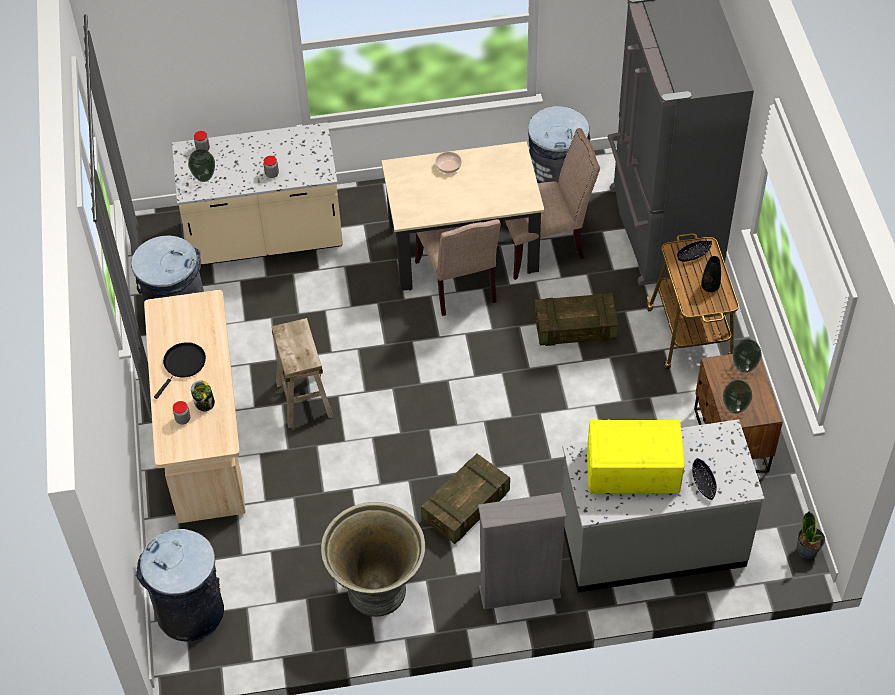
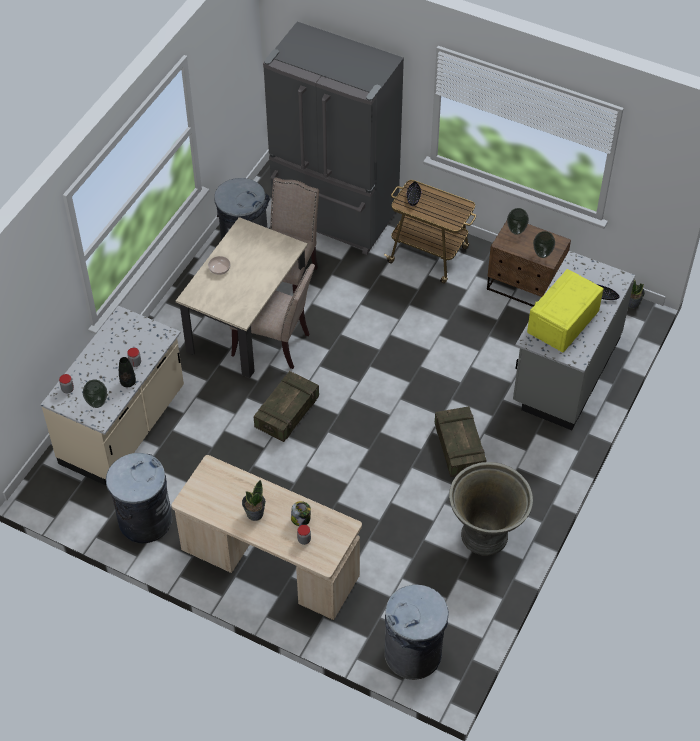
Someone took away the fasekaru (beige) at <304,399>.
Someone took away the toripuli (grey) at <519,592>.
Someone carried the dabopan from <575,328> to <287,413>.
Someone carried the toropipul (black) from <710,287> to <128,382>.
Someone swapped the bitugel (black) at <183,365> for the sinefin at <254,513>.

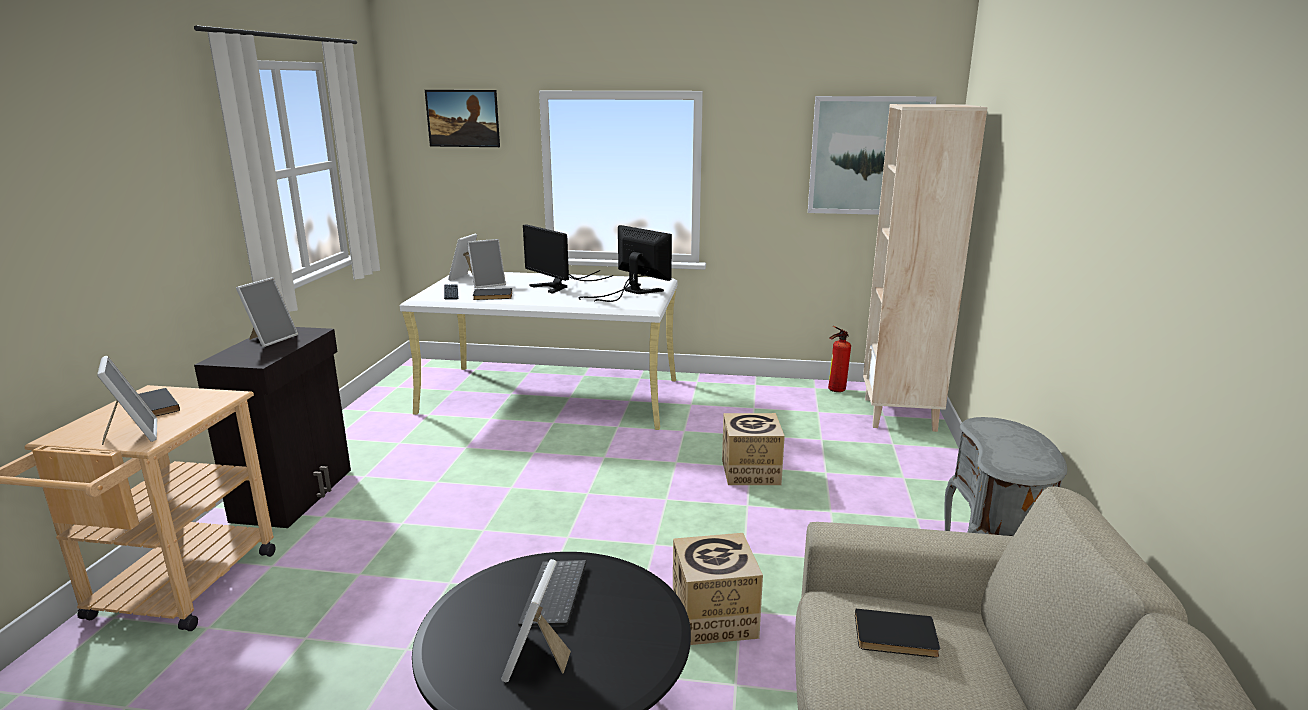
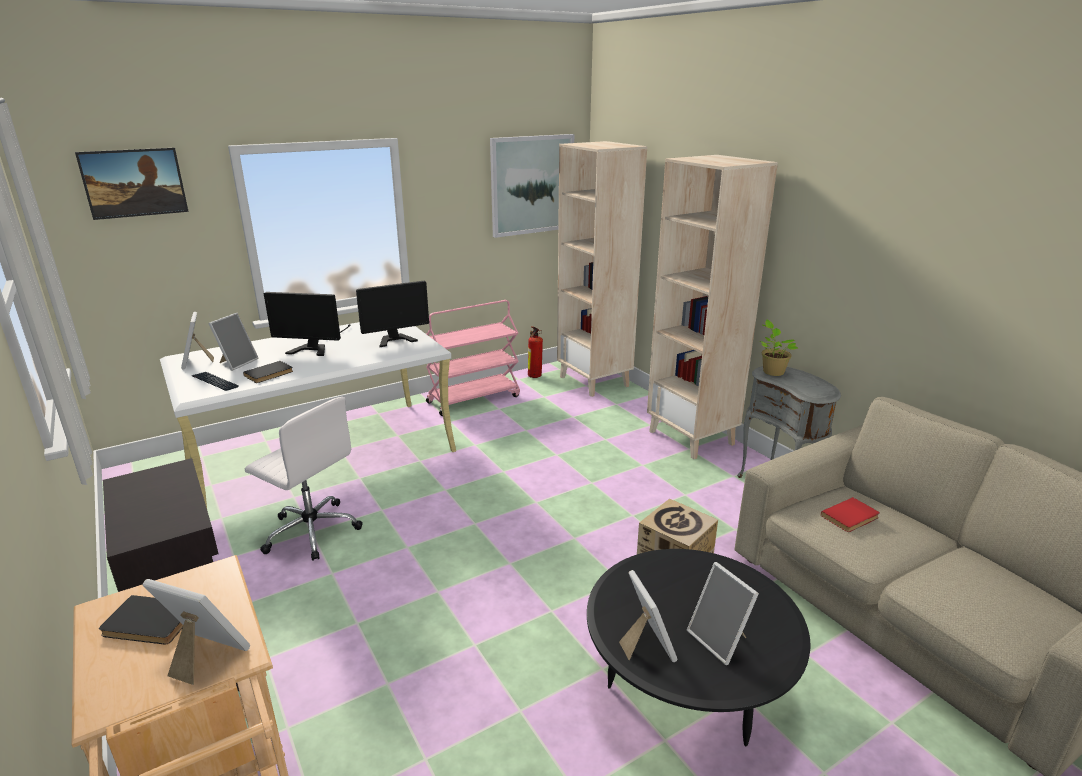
Someone took away the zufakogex at <556,595>.
Someone took away the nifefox at <750,472>.
Someone put down the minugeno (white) at <311,531>.
Someone put down the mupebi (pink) at <474,399>.
Someone put down the toripuli (beige) at <692,438>.
Someone put down the sinefin at <772,371>.
Someone carried the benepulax from <271,339> to <646,645>.
Someone repainted the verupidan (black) at <896,638>, which became the verupidan (red) at <851,517>.
Someone rotated the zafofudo at <632,292> by 150 degrees clockwise.

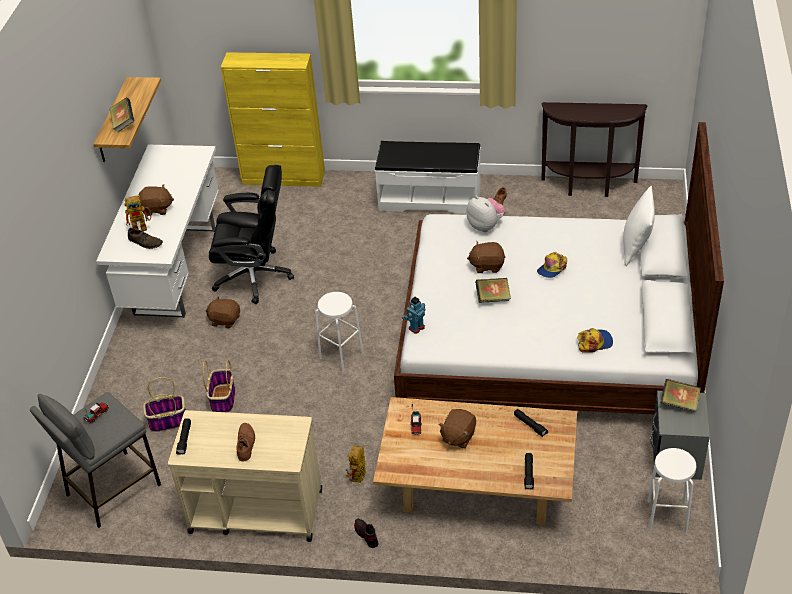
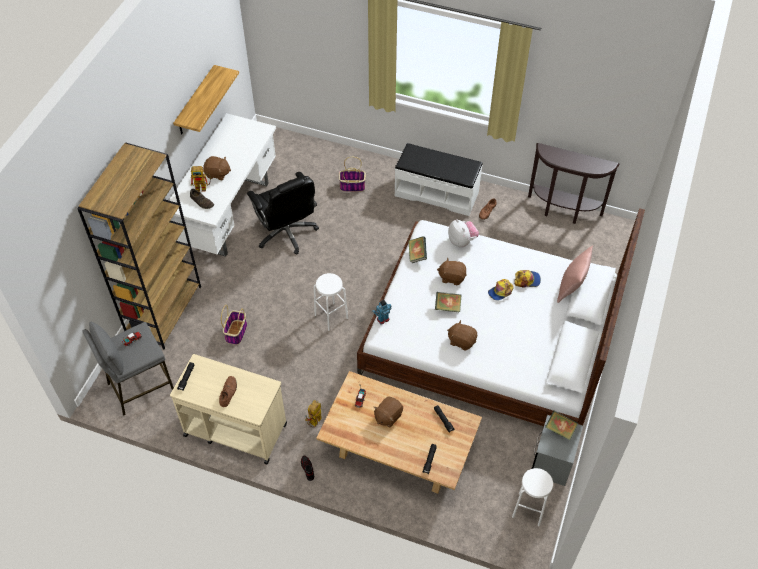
Someone took away the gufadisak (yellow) at <284,178>.
Someone put down the toripuli (brown) at <164,311>.
Someone carried the verupidan from <124,123> to <417,254>.
Someone carried the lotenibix from <167,421> to <352,186>.
Someone carried the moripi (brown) from <225,320> to <461,341>.
Someone carried the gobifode from <594,342> to <527,280>.
Someone repainted the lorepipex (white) at <636,247>, which became the lorepipex (pink) at <571,288>.
Someone rotated the minugeno (black) at <255,276> by 45 degrees clockwise.

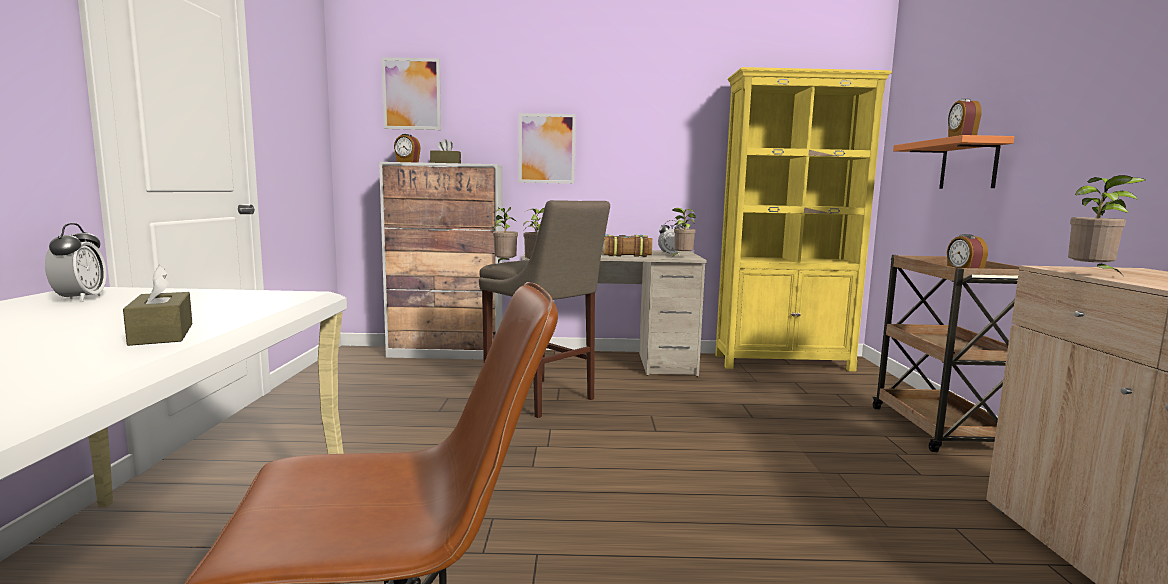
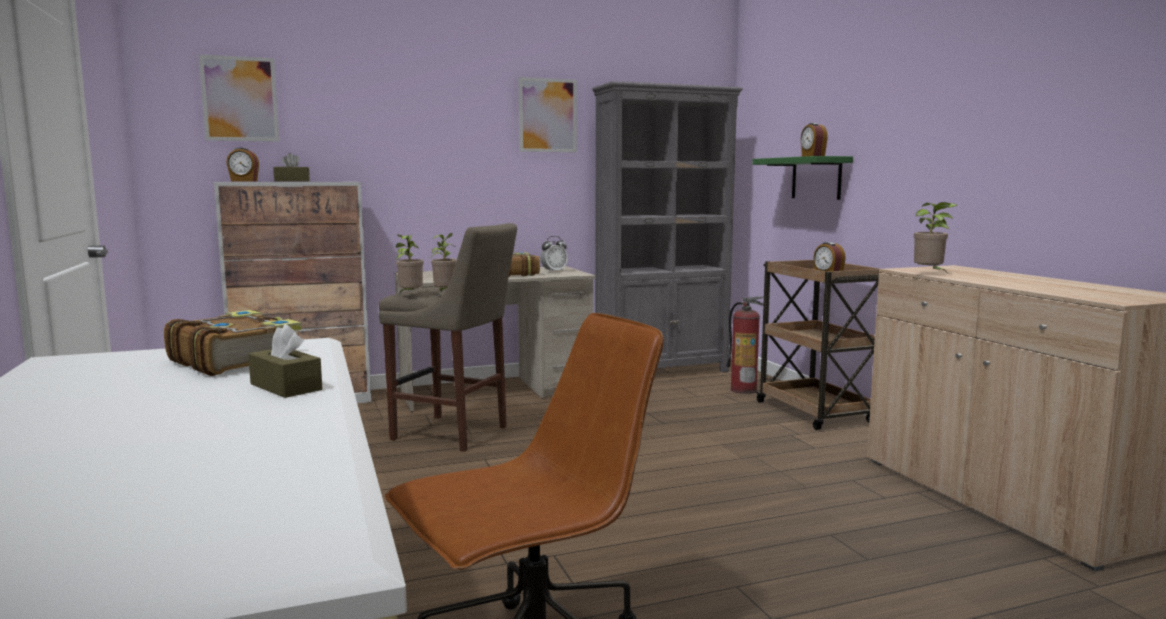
Someone took away the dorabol at <80,299>.
Someone took away the sinefin at <681,257>.
Someone put down the verupidan at <236,360>.
Someone put down the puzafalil at <744,390>.
Someone carried the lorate from <547,148> to <547,115>.
Someone repainted the toripuli (yellow) at <784,363>, which became the toripuli (grey) at <662,371>.
Someone repainted the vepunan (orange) at <968,165>, which became the vepunan (green) at <816,178>.

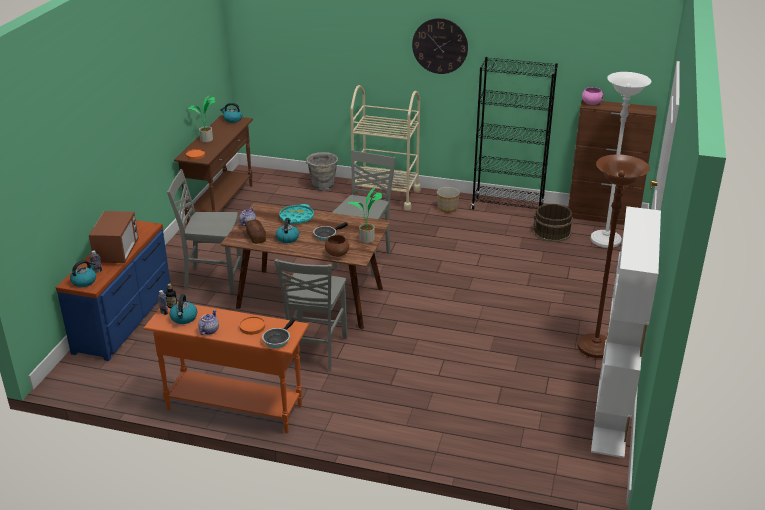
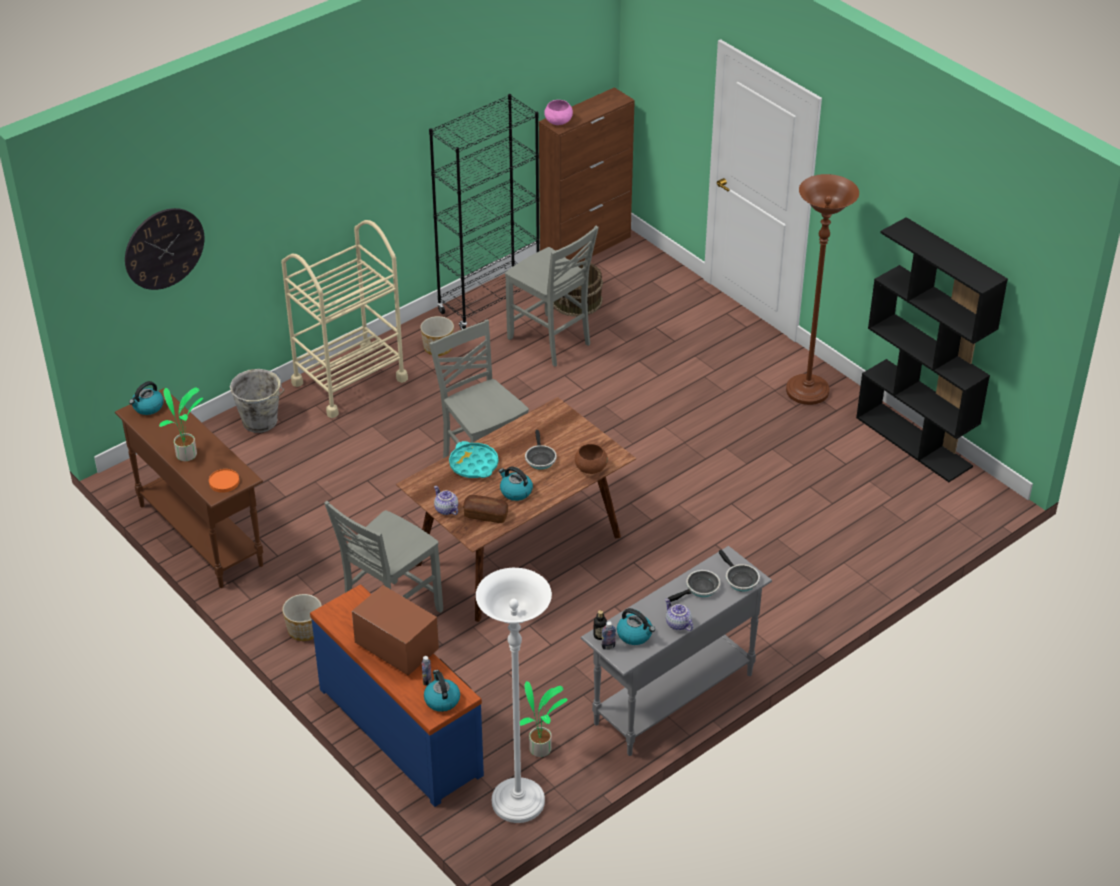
Someone put down the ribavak at <305,630>.
Someone carried the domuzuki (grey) from <315,352> to <550,342>.
Someone carried the sinefin from <367,240> to <542,750>.
Someone carried the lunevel from <440,46> to <164,248>.
Someone carried the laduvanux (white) from <605,240> to <518,803>.
Someone swapped the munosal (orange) at <252,327> for the bitugel at <700,589>.
Someone repainted the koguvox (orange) at <234,407>, which became the koguvox (grey) at <672,699>.
Someone repainted the toripuli (white) at <611,417>, which became the toripuli (black) at <914,442>.

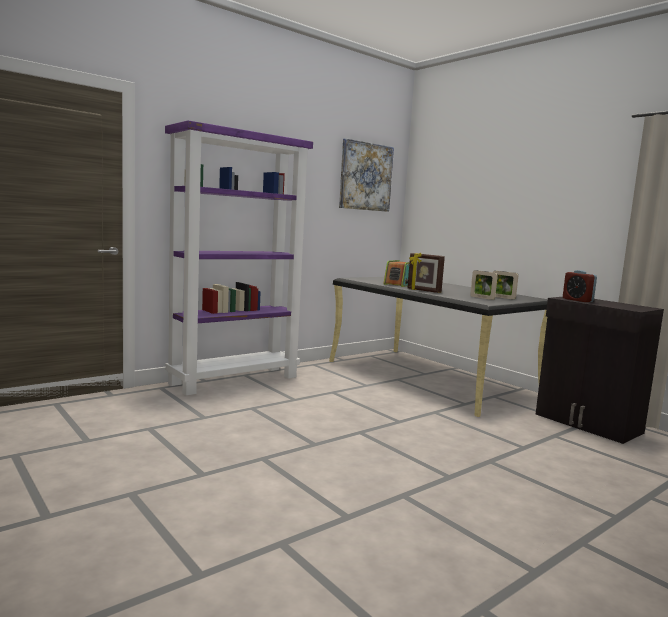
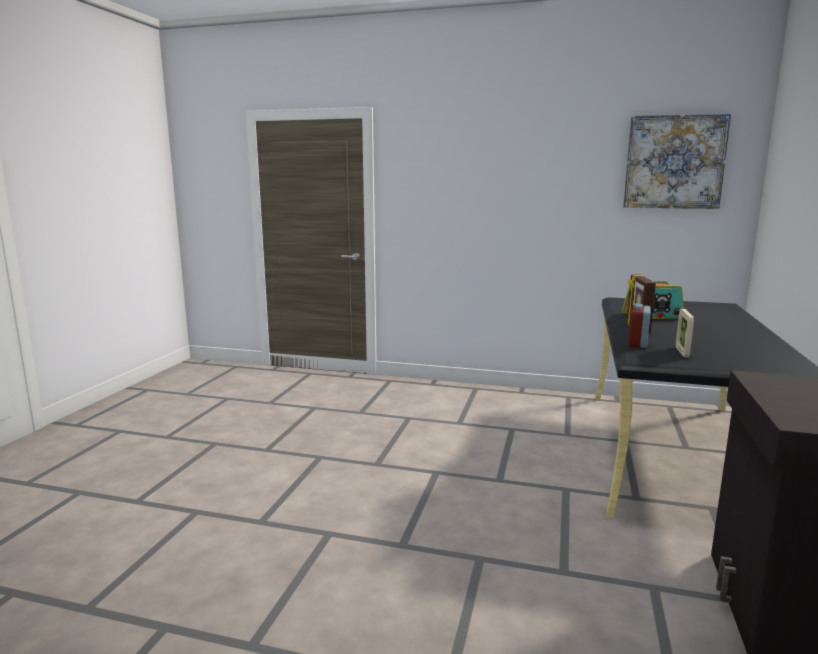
Someone took away the toripuli (purple) at <235,380>.
Someone took away the benepulax at <502,297>.
Someone carried the dorabol from <577,300> to <637,343>.

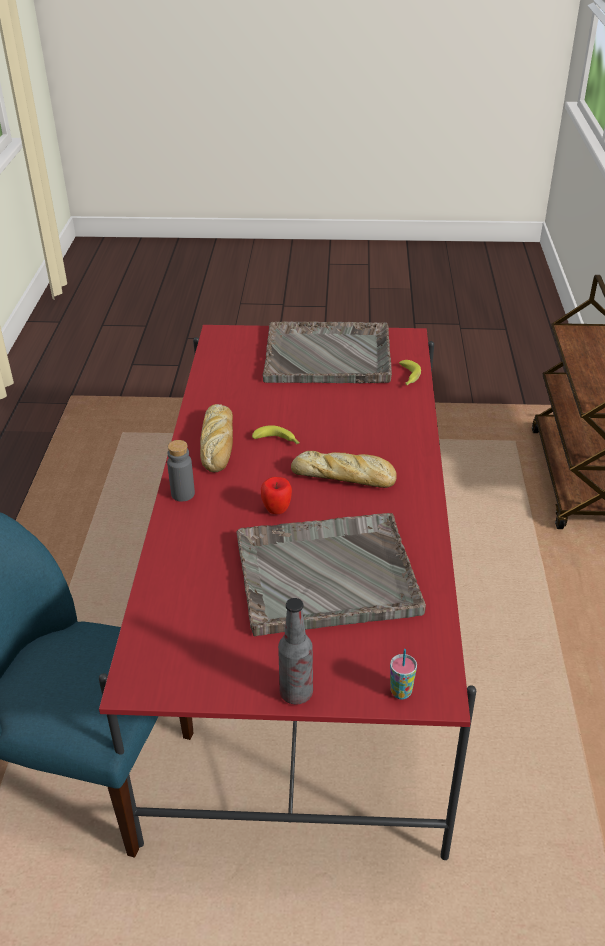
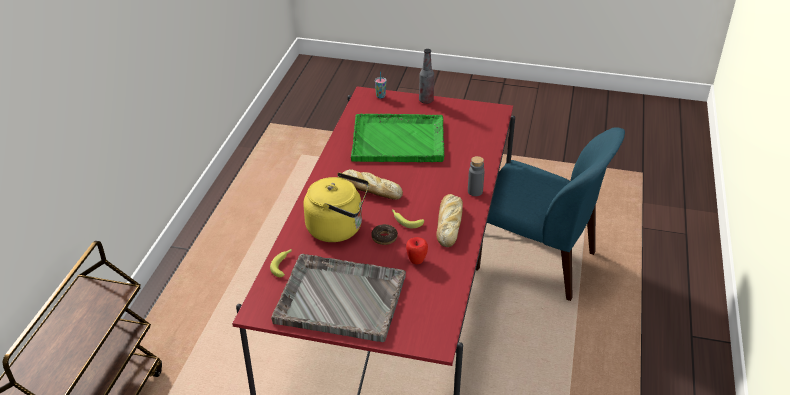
Someone put down the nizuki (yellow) at <338,228>.
Someone put down the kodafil at <384,238>.
Someone carried the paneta from <276,511> to <416,260>.
Someone repainted the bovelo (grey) at <324,575>, which became the bovelo (green) at <399,140>.

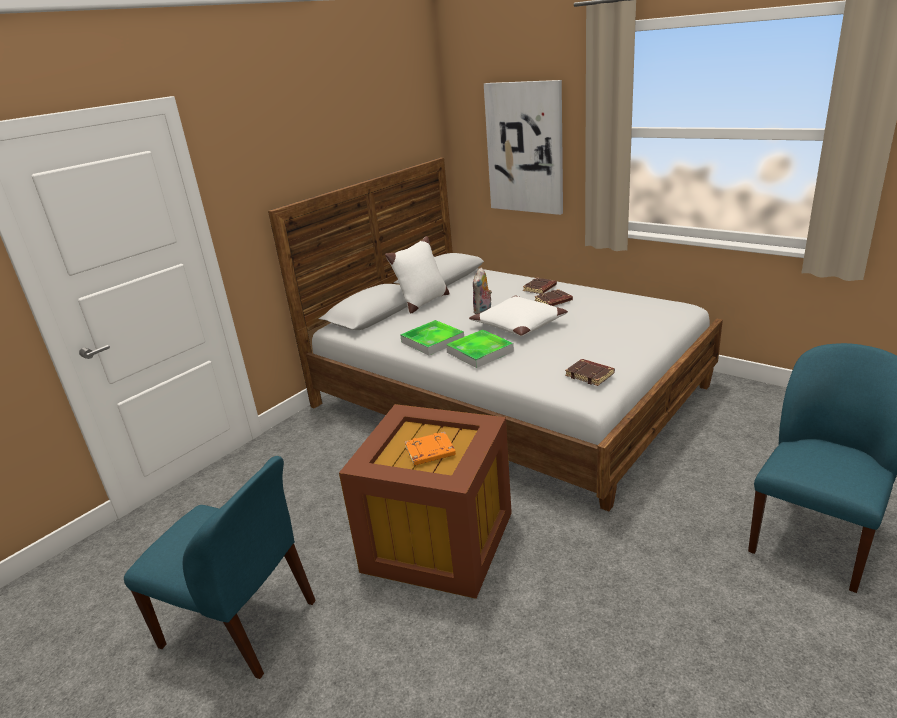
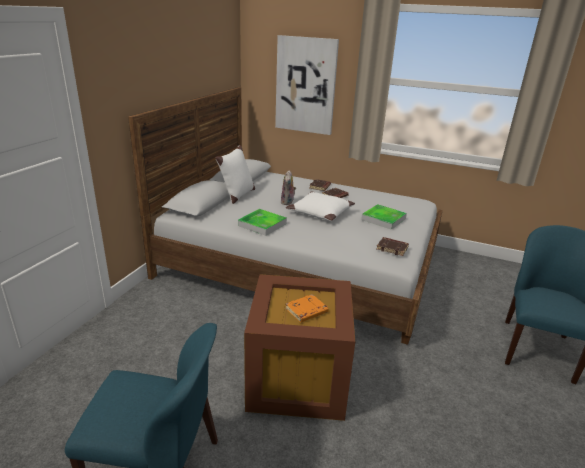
Someone carried the bovelo from <480,352> to <383,219>.

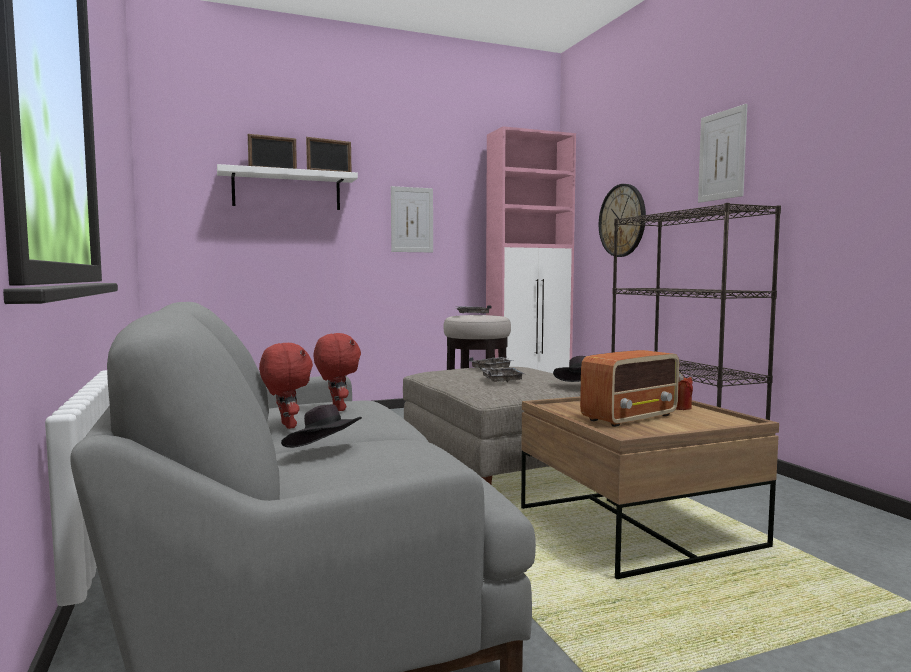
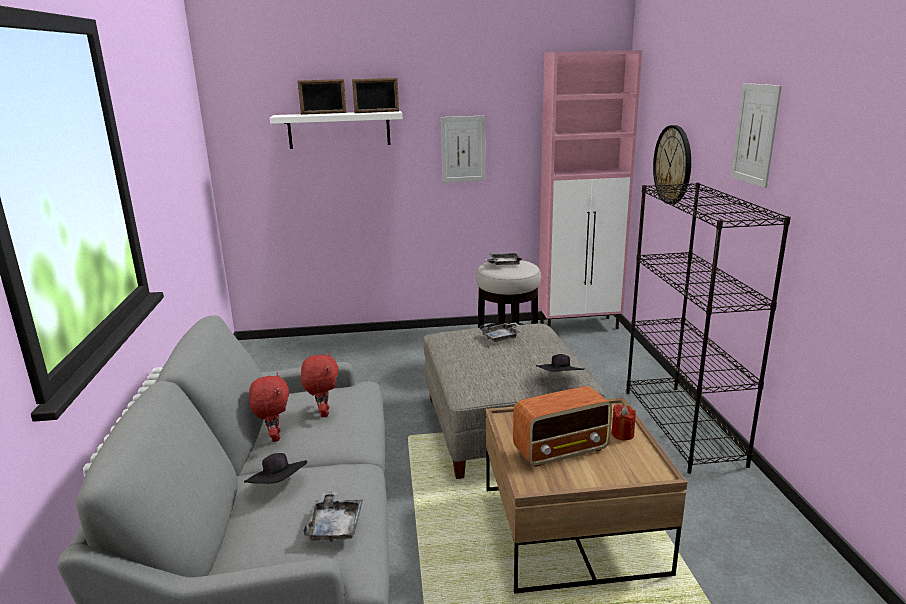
Someone carried the bovelo (grey) from <501,380> to <335,525>.

